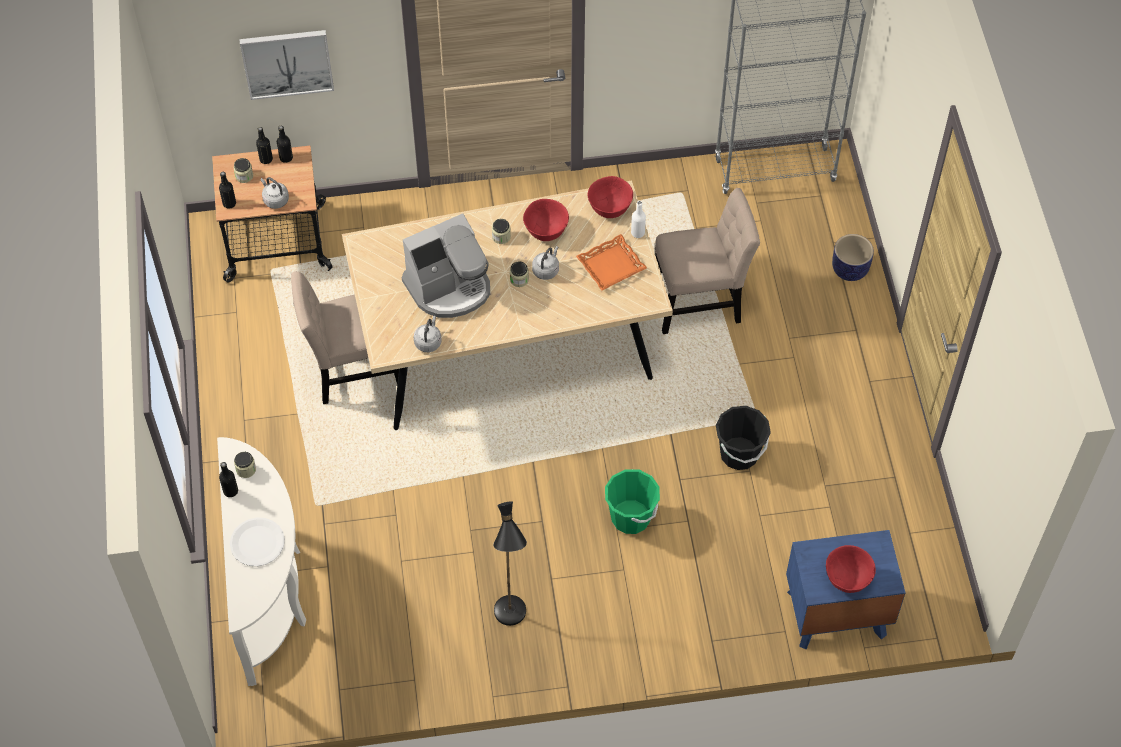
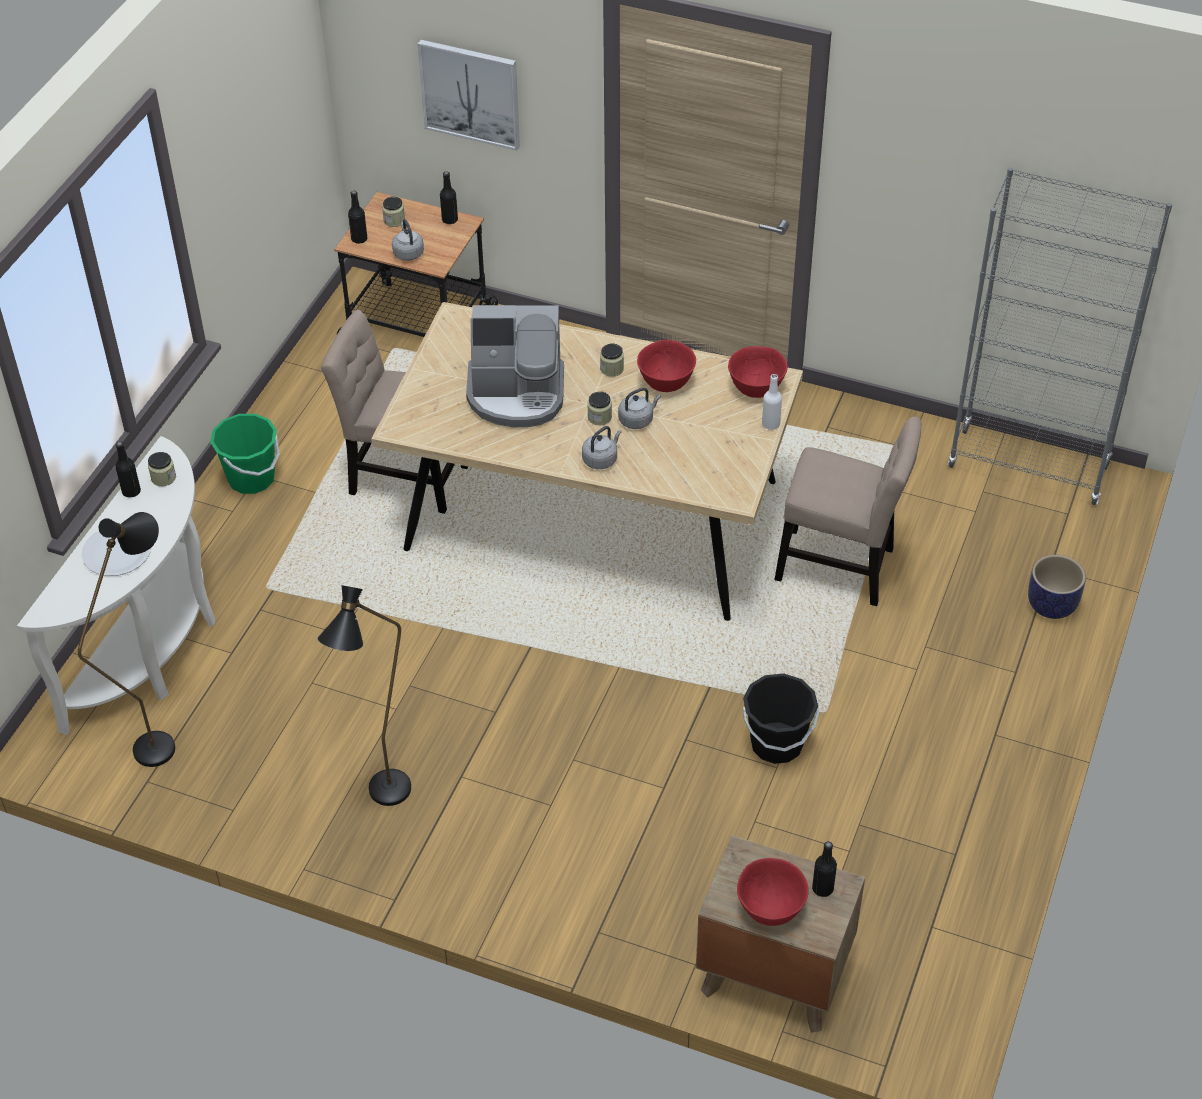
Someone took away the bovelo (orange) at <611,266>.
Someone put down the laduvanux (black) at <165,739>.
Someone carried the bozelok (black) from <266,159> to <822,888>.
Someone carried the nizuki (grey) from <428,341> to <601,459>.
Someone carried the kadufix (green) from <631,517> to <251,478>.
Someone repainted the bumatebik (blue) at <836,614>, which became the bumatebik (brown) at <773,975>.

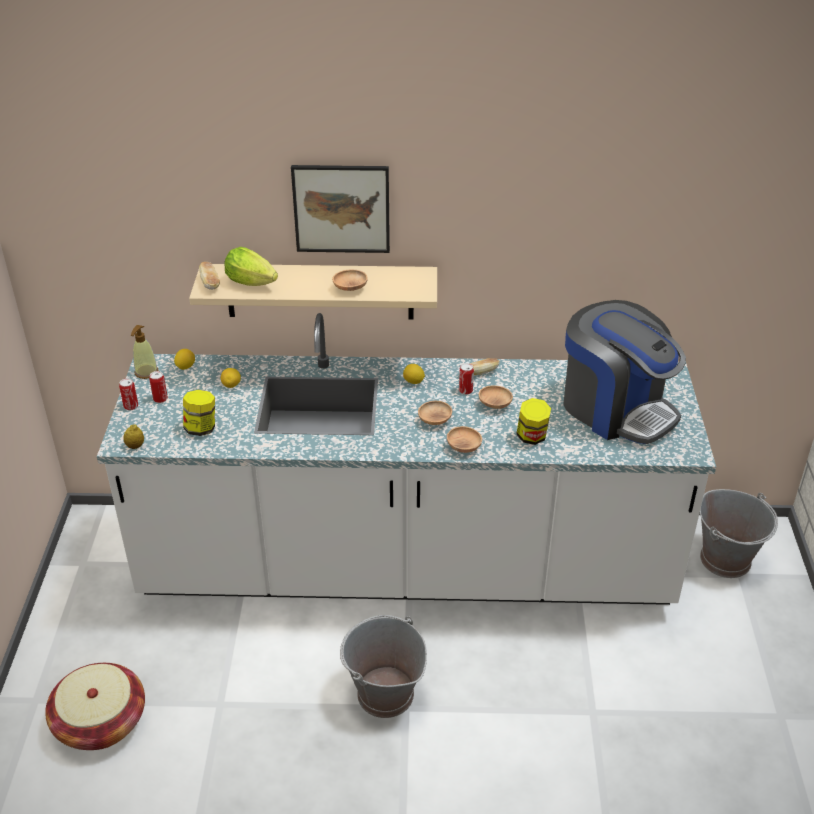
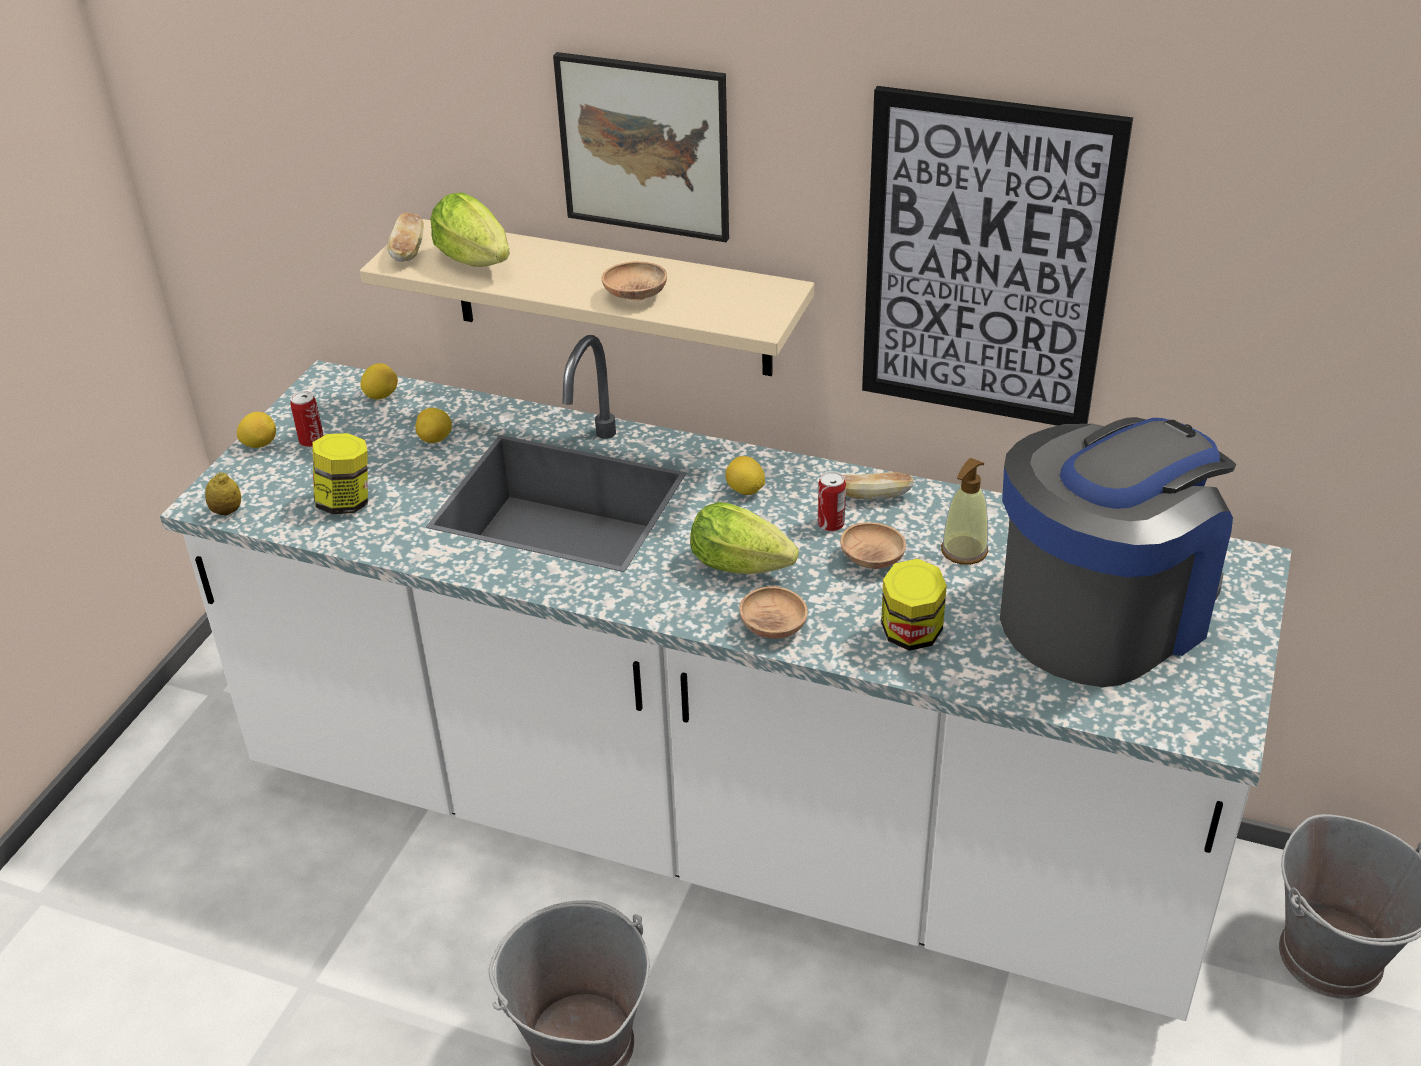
Someone took away the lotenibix at <101,722>.
Someone put up the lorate at <987,263>.
Someone carried the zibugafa from <146,372> to <964,551>.
Someone swapped the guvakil at <131,406> for the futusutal at <260,444>.
Someone swapped the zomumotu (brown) at <434,420> for the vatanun at <746,567>.
Someone rotated the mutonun at <616,409> by 105 degrees counterclockwise.

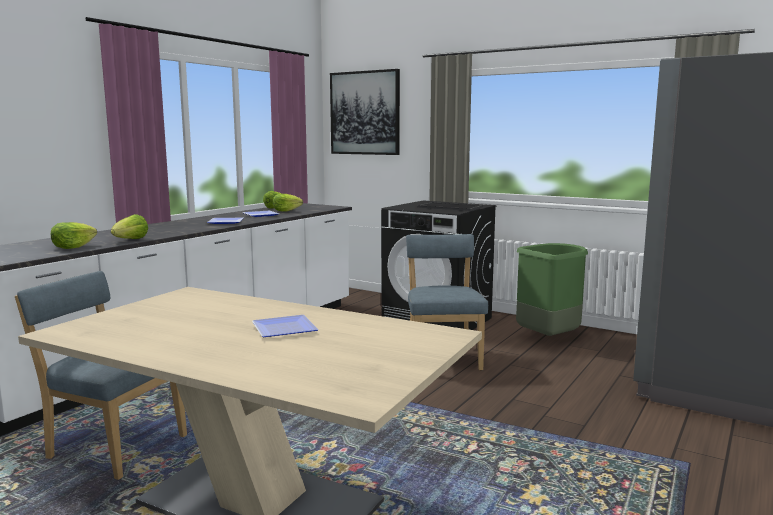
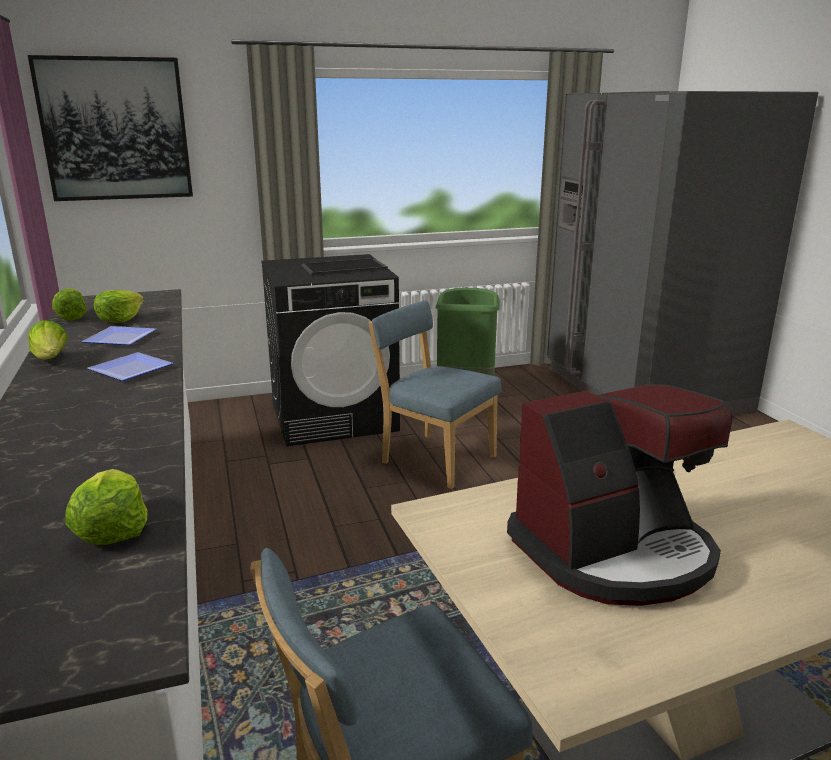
Someone took away the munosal at <282,329>.
Someone put down the mutonun at <614,552>.
Someone carried the vatanun from <130,240> to <51,360>.

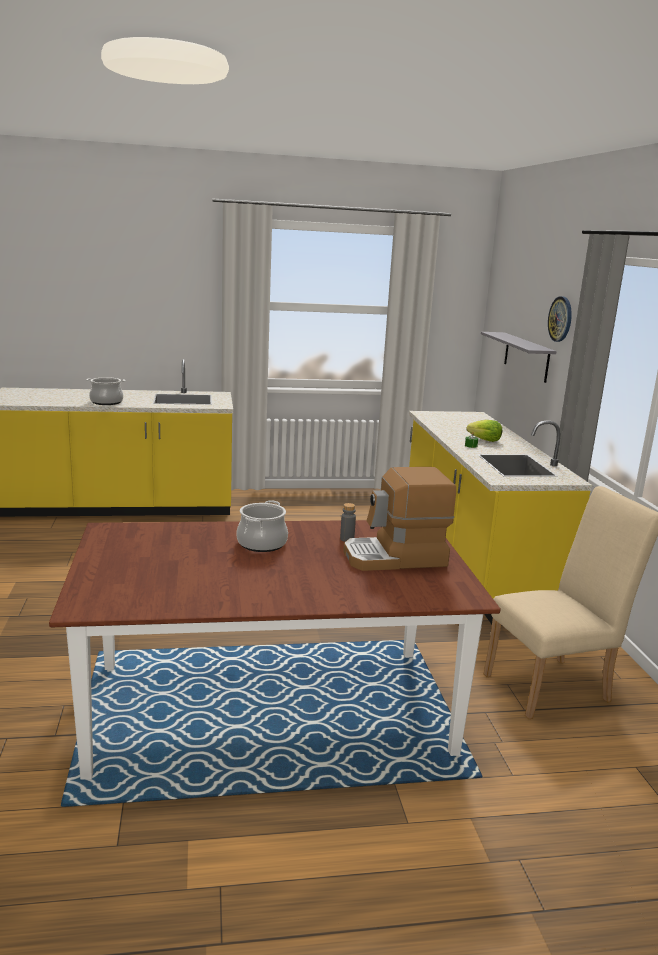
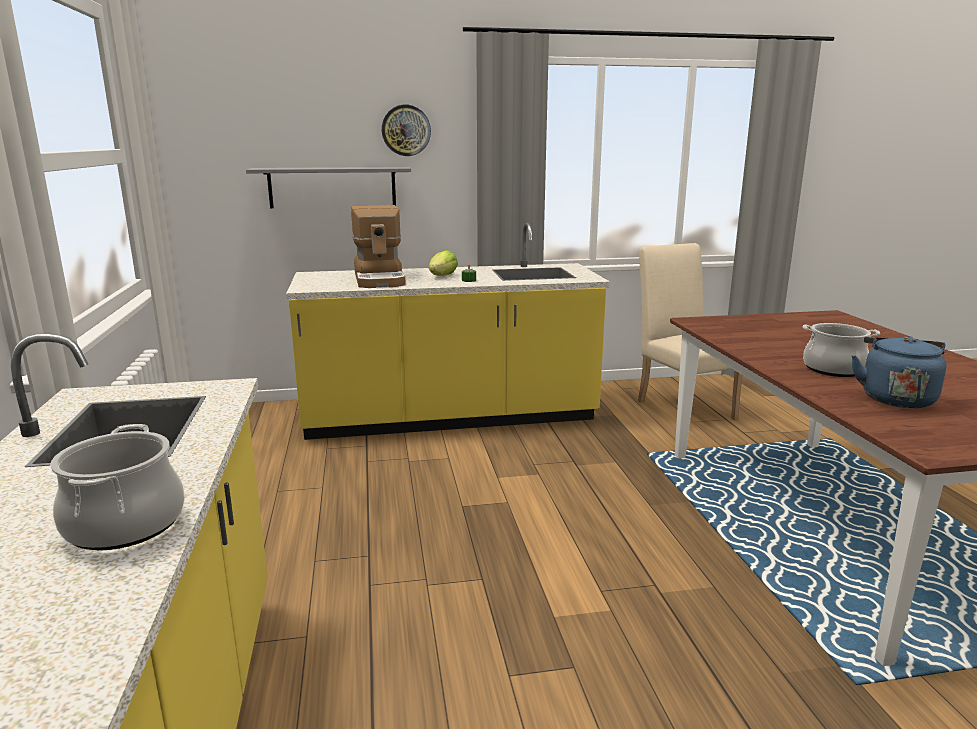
Someone took away the bozelok (grey) at <347,539>.
Someone put down the nizuki (blue) at <895,398>.
Someone carried the mutonun from <395,557> to <380,279>.

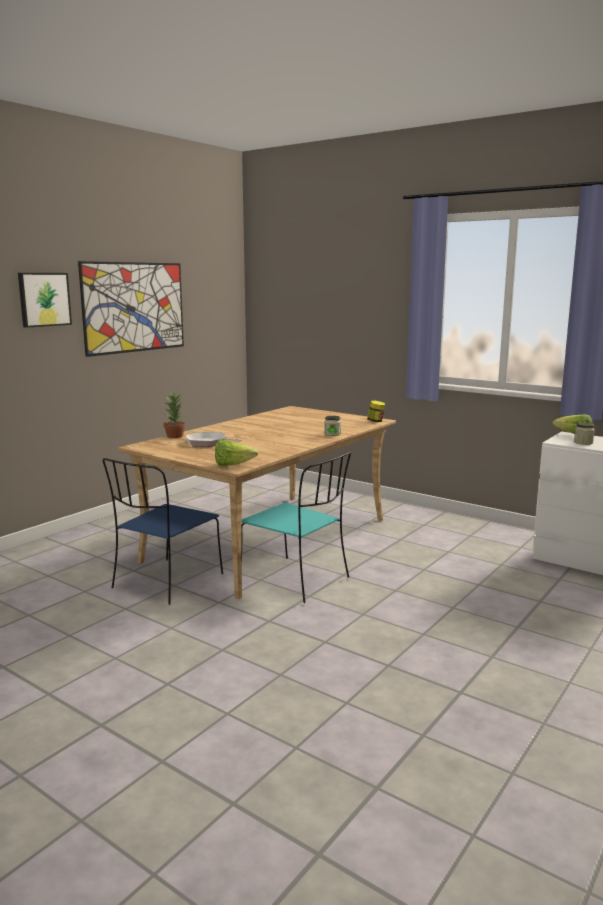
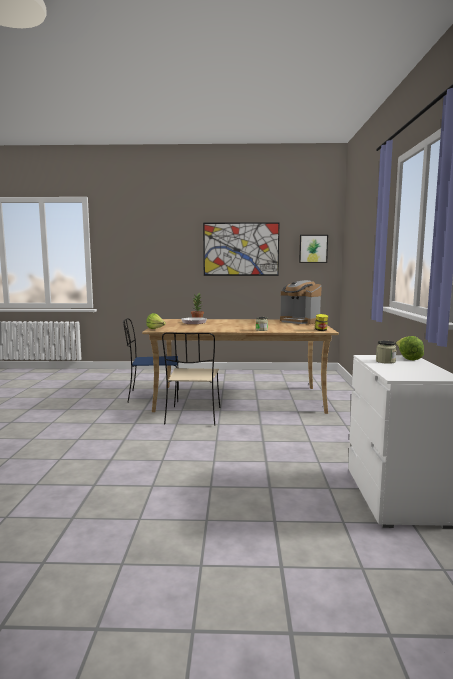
Someone put down the mutonun at <299,321>.
Someone carried the lorate from <44,299> to <313,248>.
Someone repainted the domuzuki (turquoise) at <297,580>, which became the domuzuki (beige) at <193,416>.

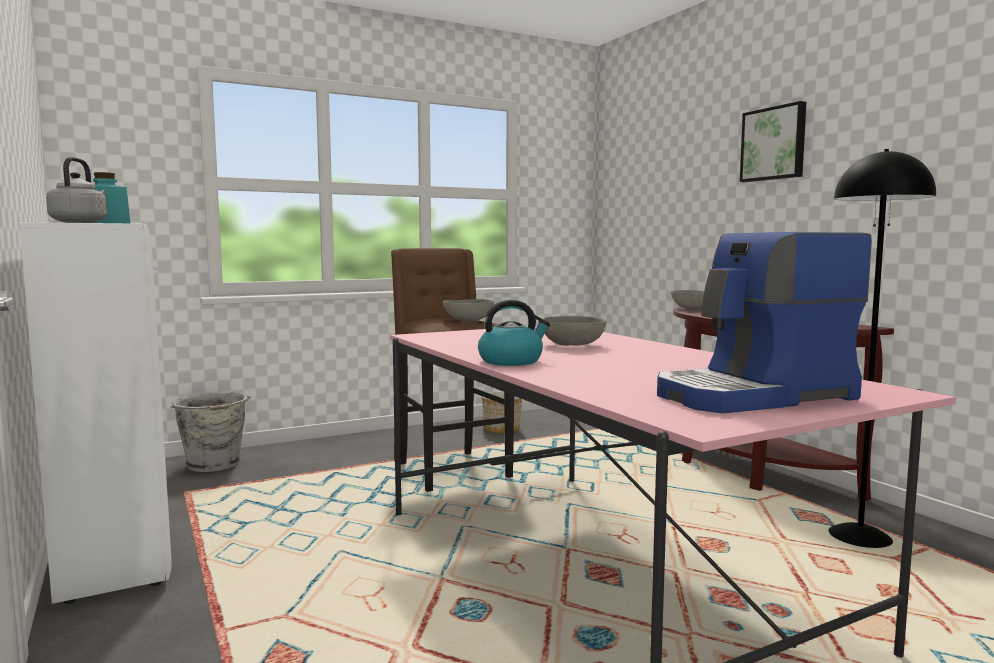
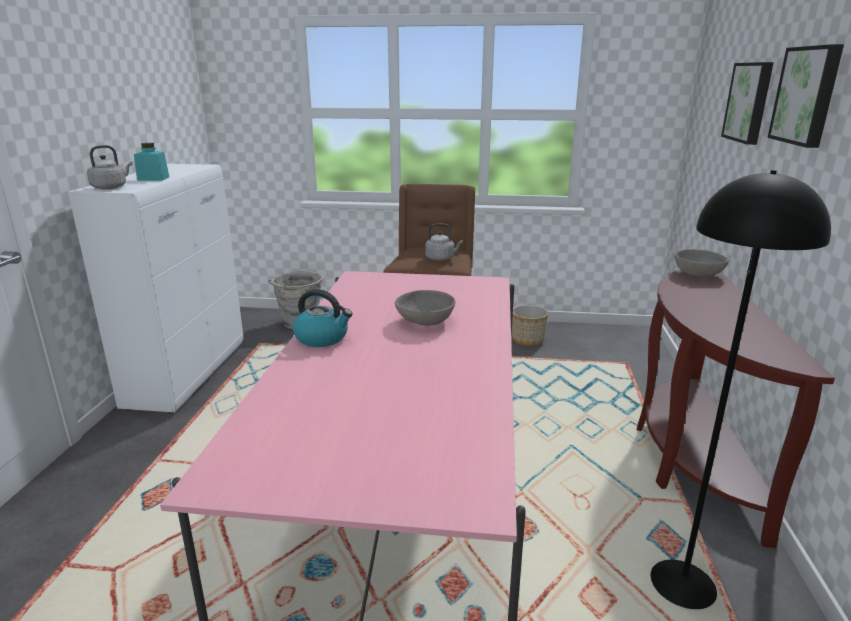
Someone took away the mutonun at <755,396>.
Someone put up the lorate at <750,102>.
Someone swapped the zomumotu (grey) at <468,321> for the nizuki (grey) at <441,258>.

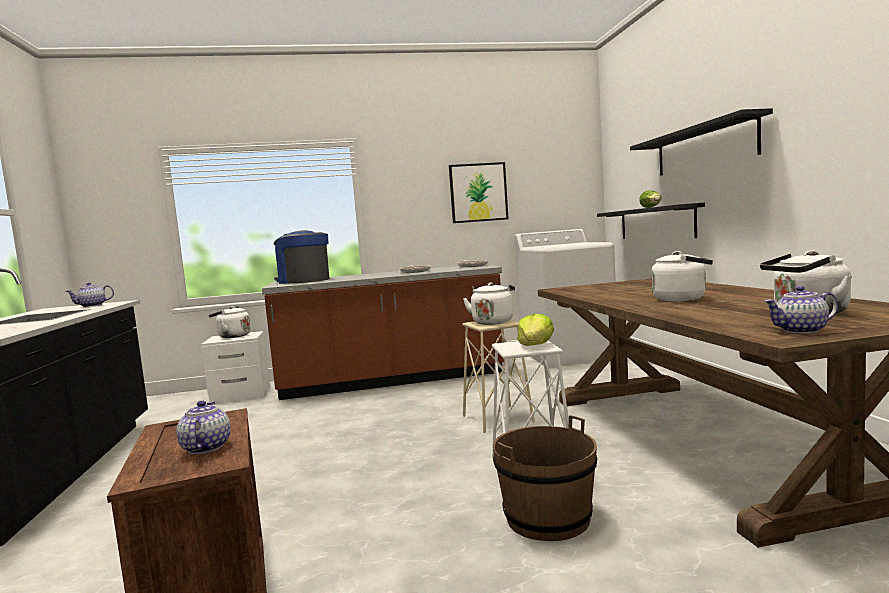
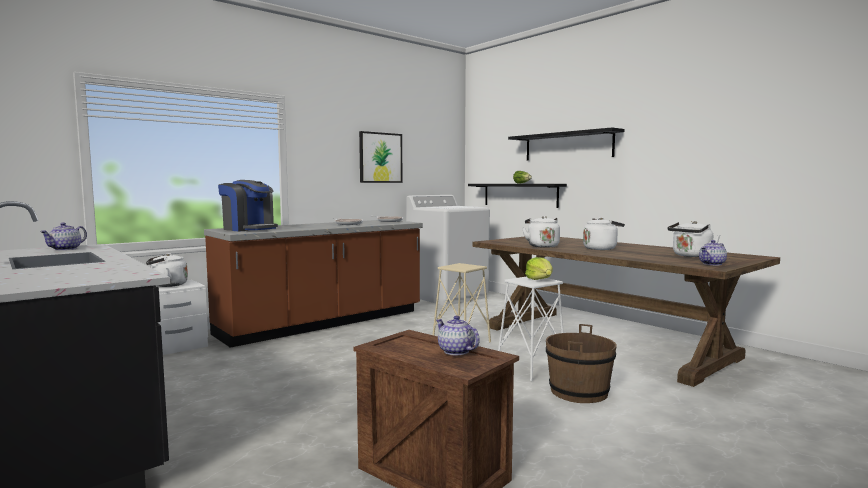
Someone carried the nizuki (white) from <493,322> to <542,246>.
Someone rotated the mutonun at <303,281> by 150 degrees counterclockwise.

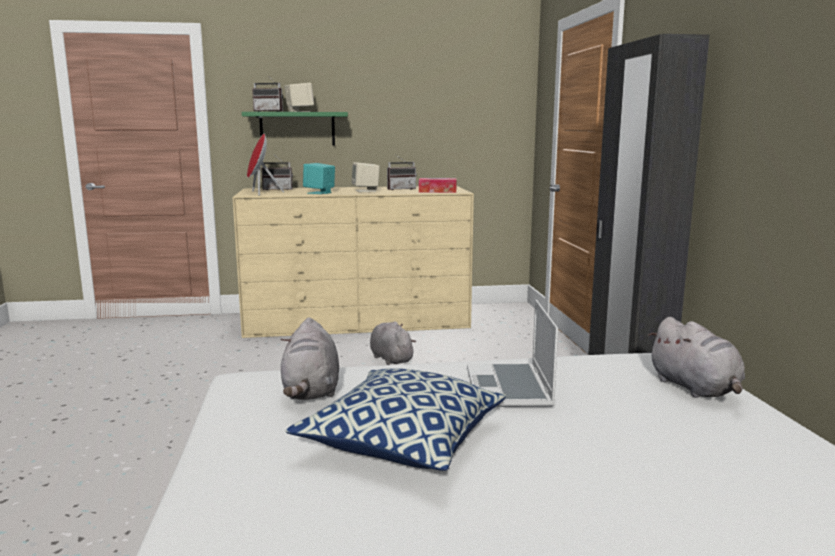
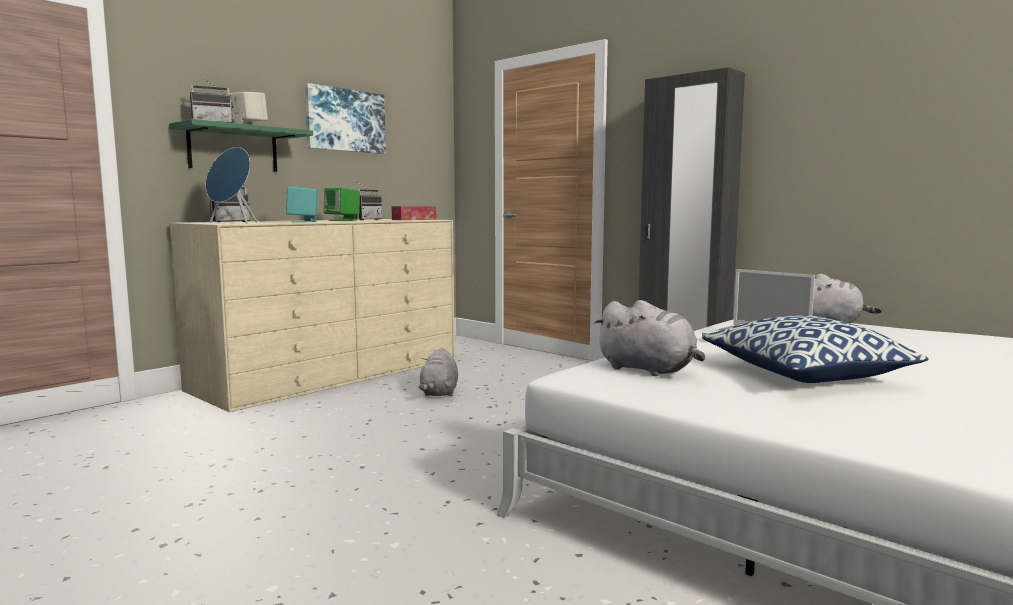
Someone put up the lorate at <345,120>.
Someone repainted the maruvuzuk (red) at <260,193>, which became the maruvuzuk (blue) at <233,223>.
Someone repainted the maruvuzuk (beige) at <366,191>, which became the maruvuzuk (green) at <343,220>.
Someone rotated the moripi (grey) at <390,358> by 105 degrees counterclockwise.

